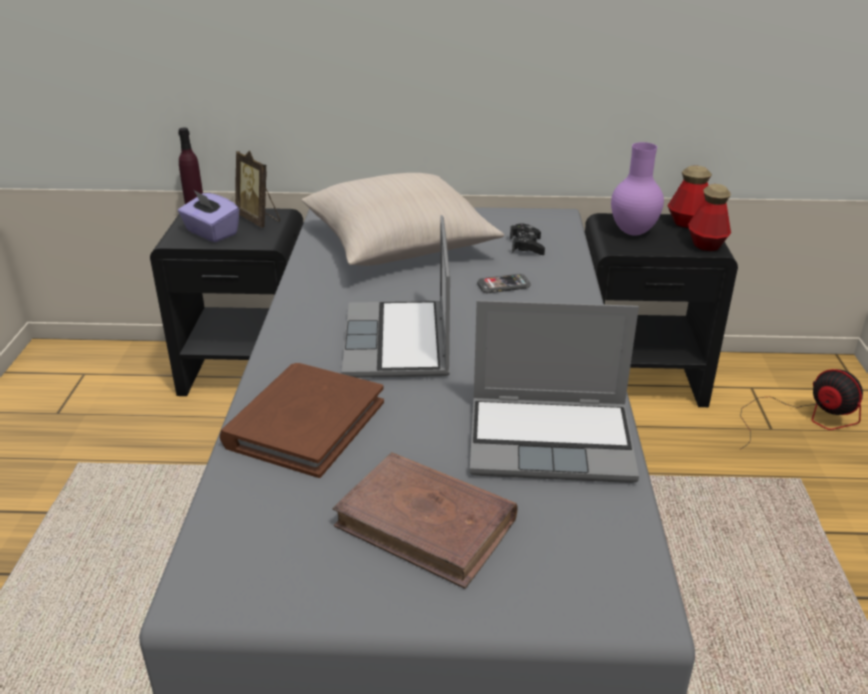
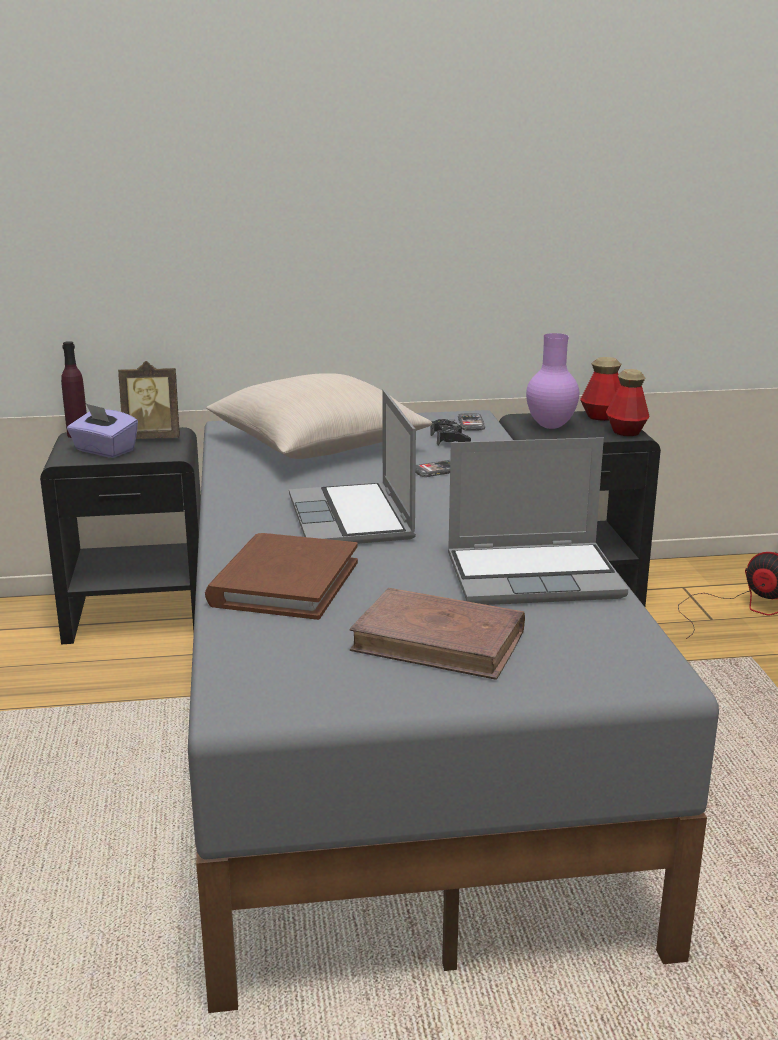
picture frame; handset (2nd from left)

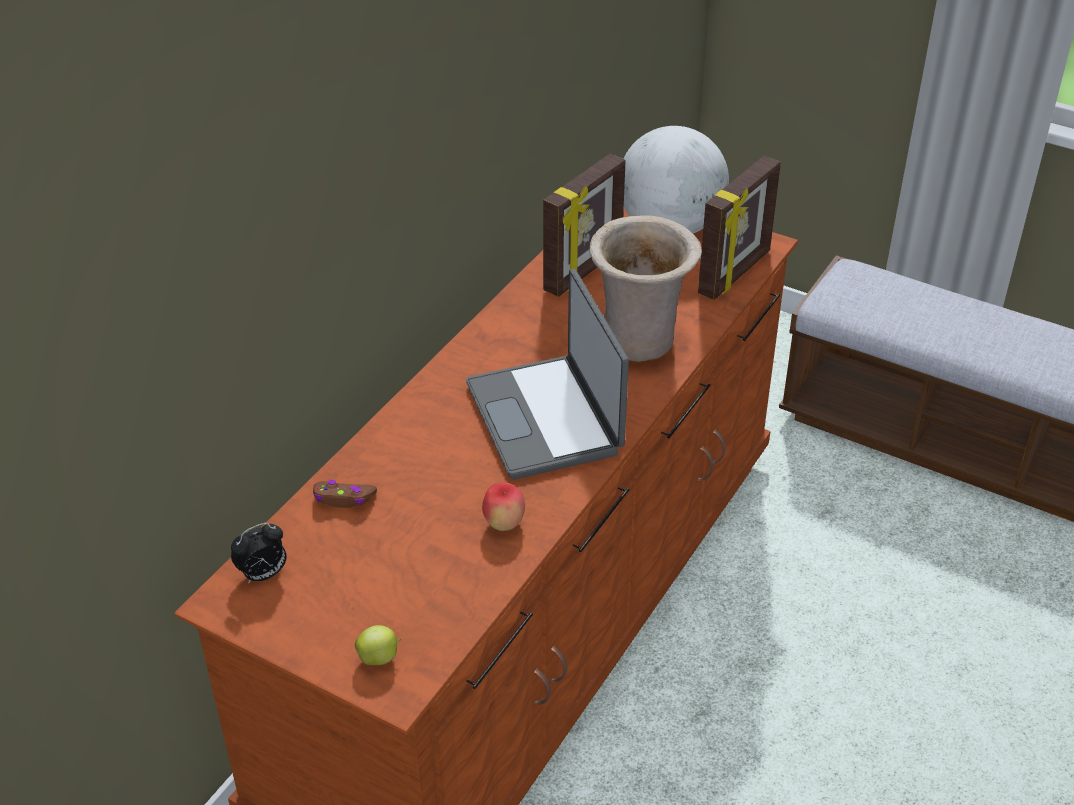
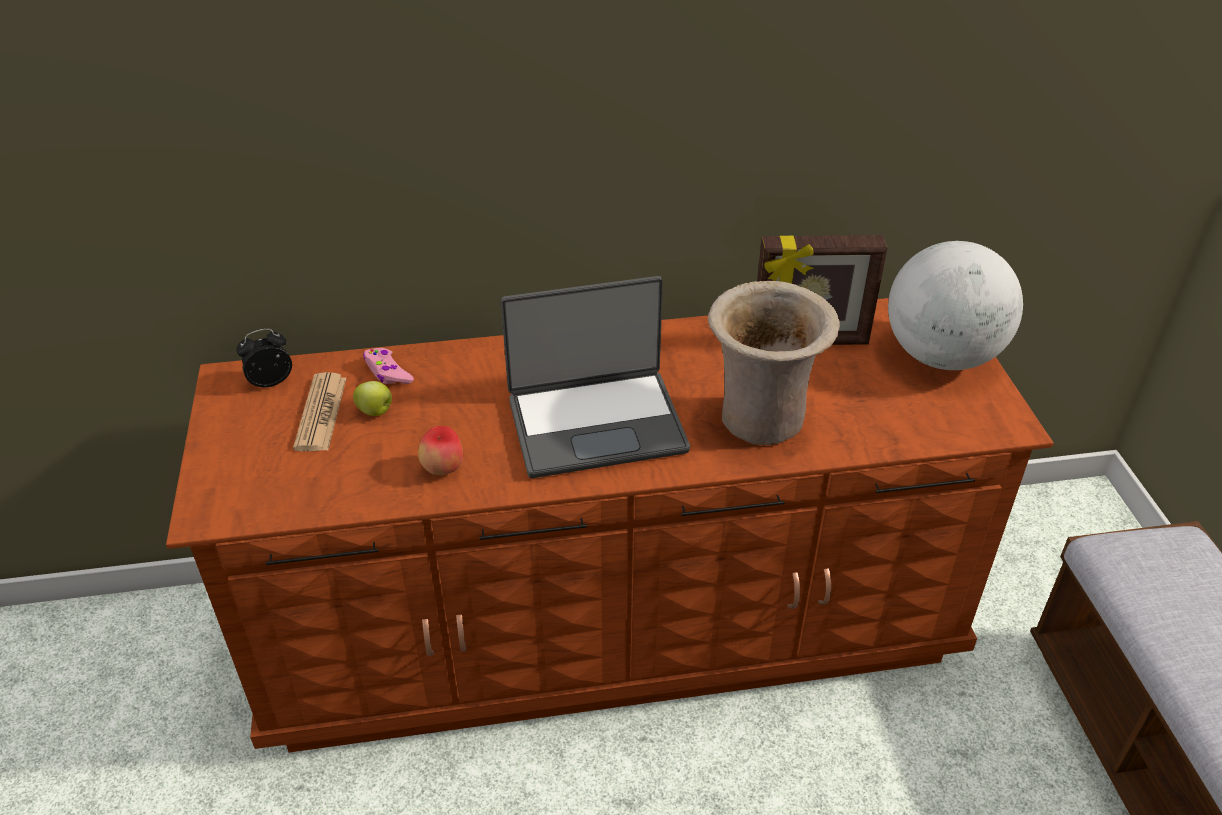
table clock; joypad (pink-coloured); apple fruit (1st from left); notebook computer; picture frame (2nd from left in the first image); daily paper

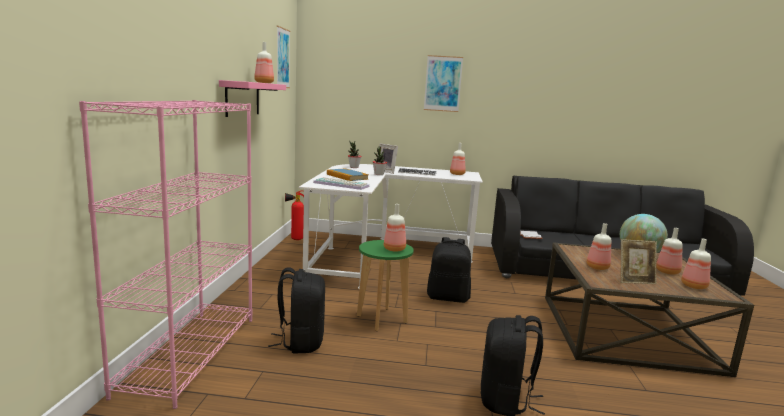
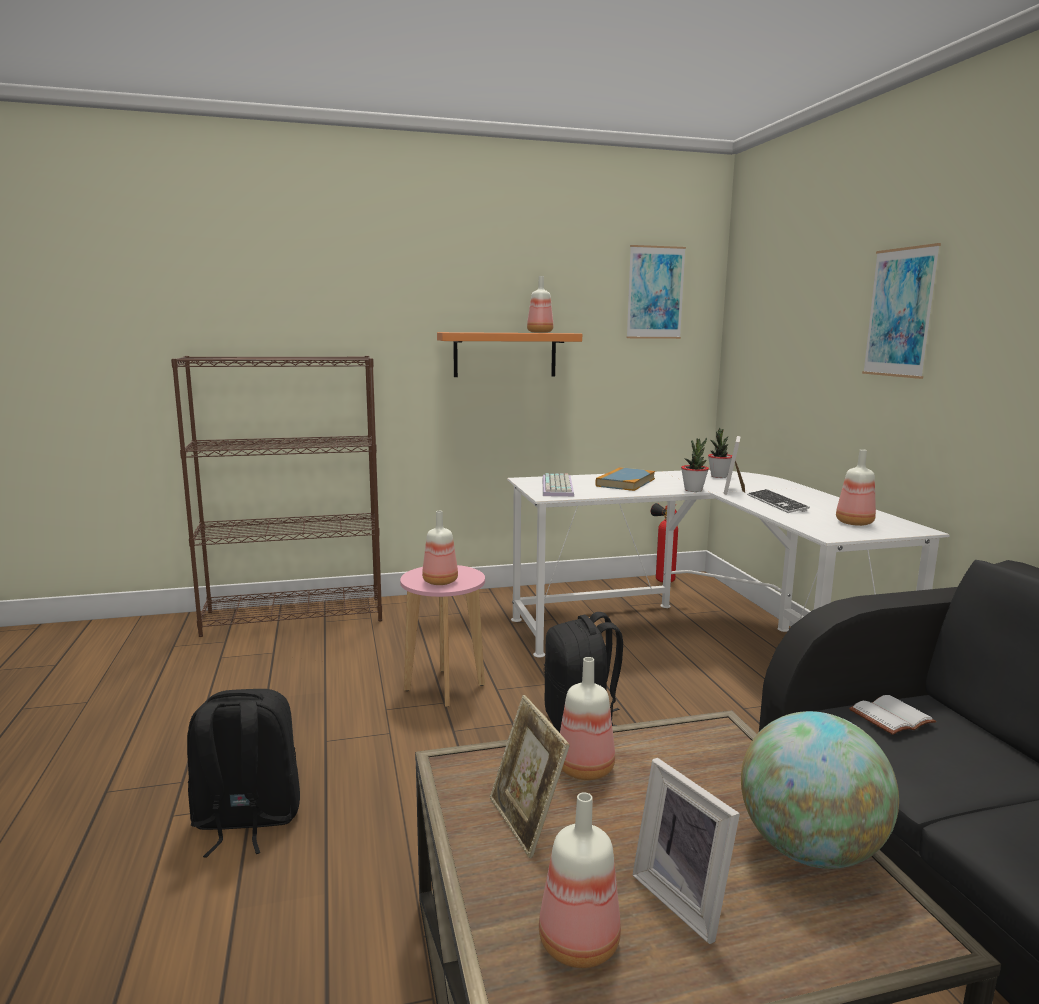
bookcase (brownish); bracket shelf (orange); backpack (black) (1st from left in the first image); stool seat (pink-coloured); picture frame (2nd from left)

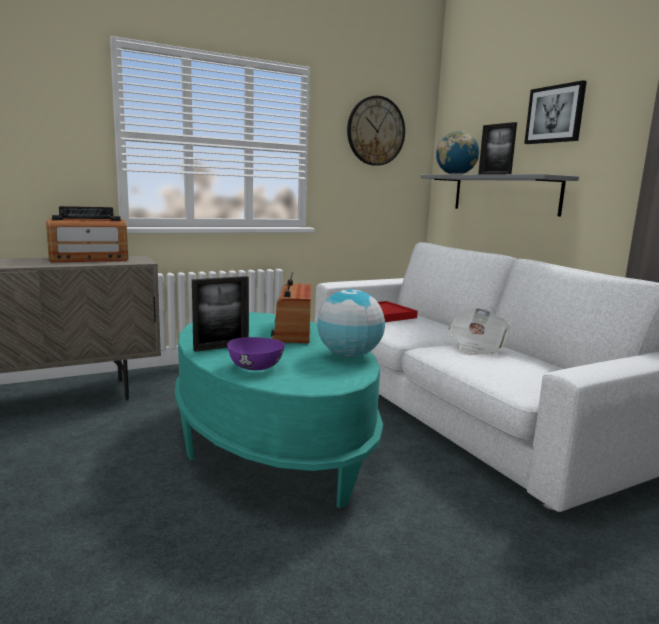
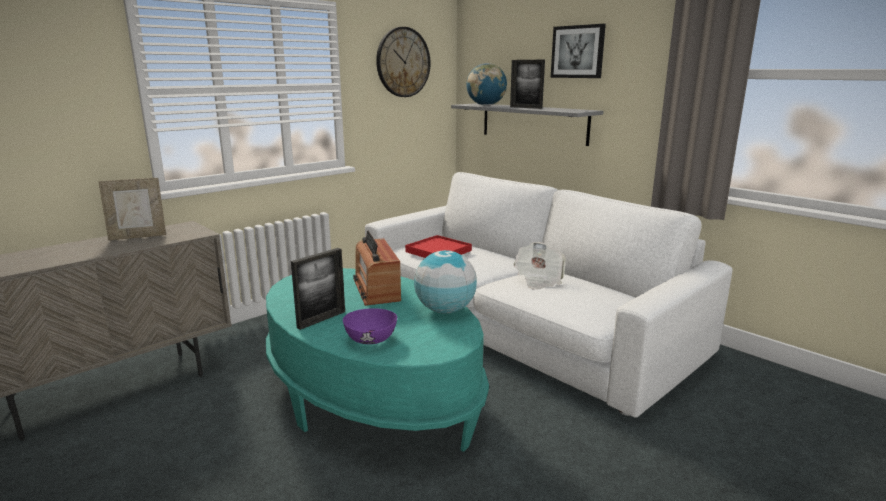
picture frame (1st from left)

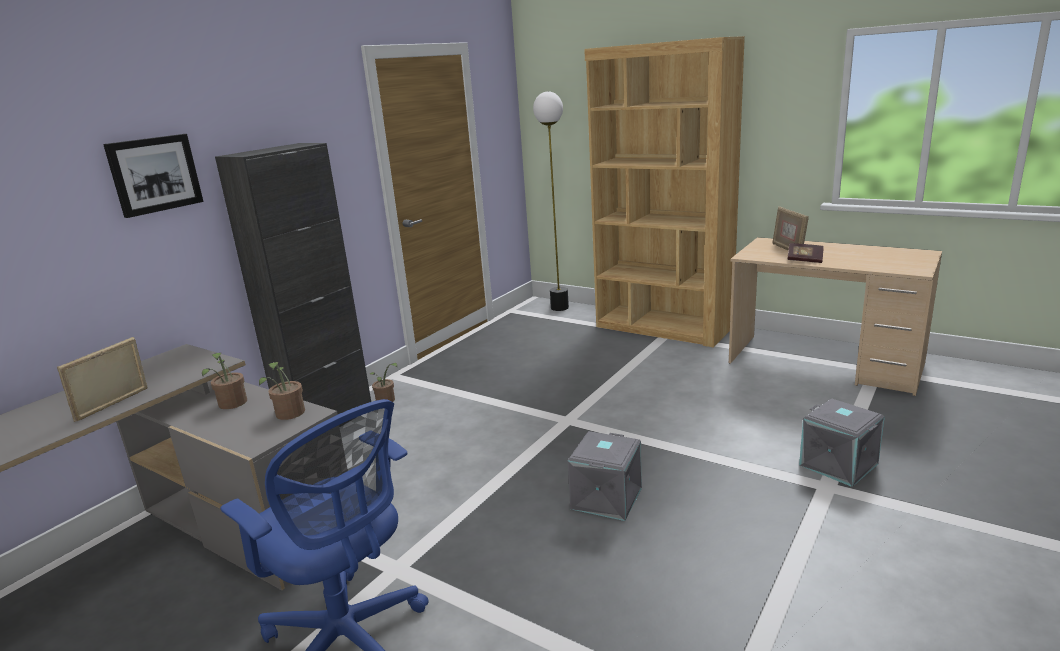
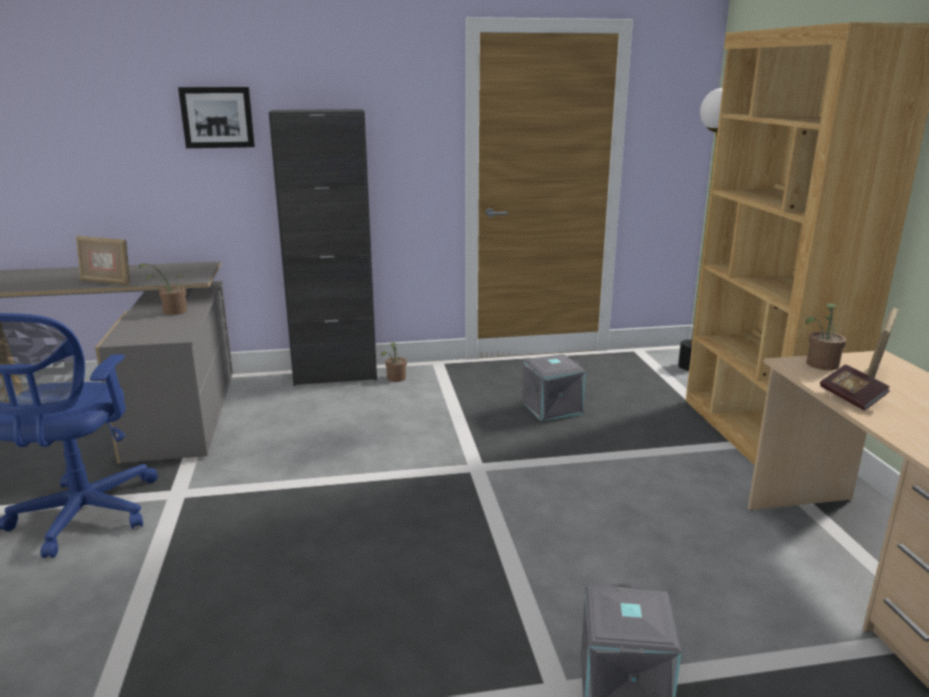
picture frame (1st from left); houseplant (3rd from left); storage container (grey) (1st from left)

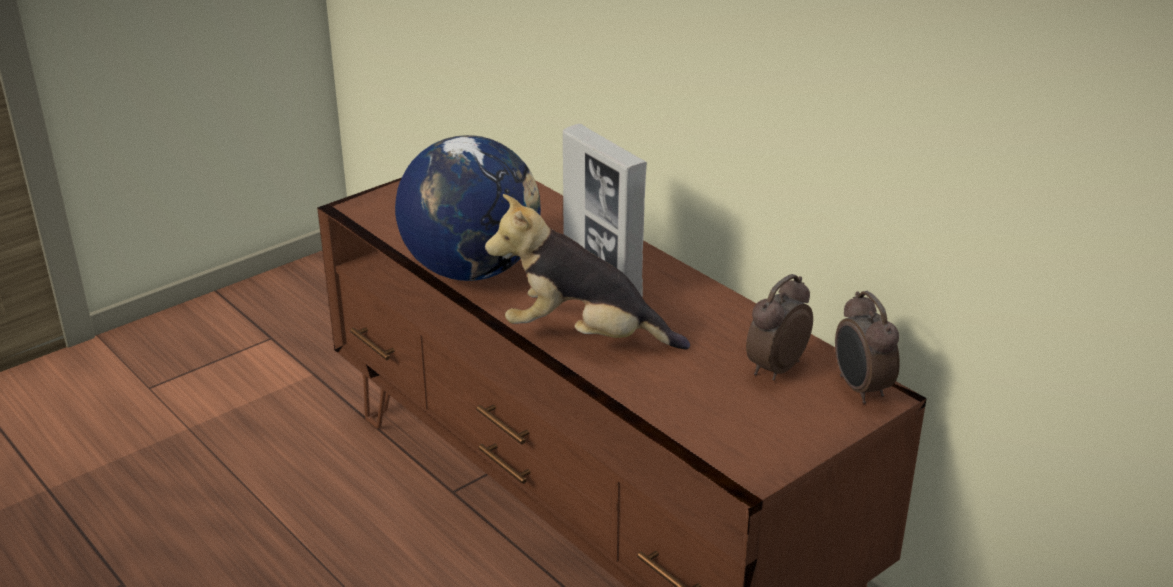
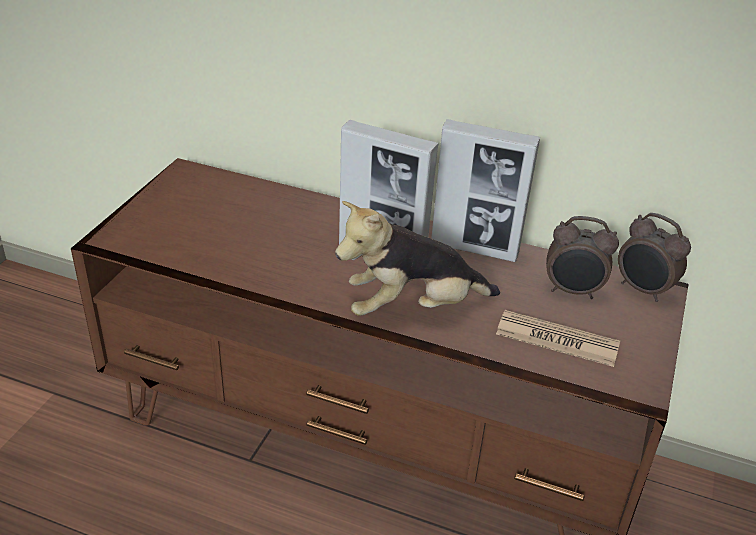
world globe; table clock (1st from left); picture frame (2nd from left); daily paper

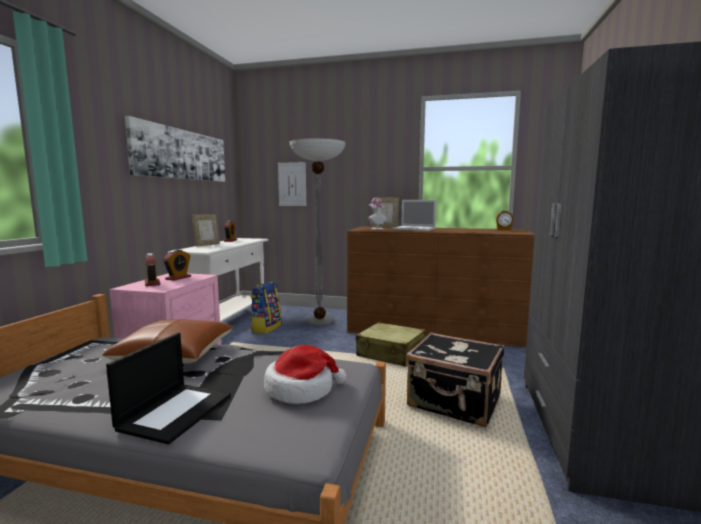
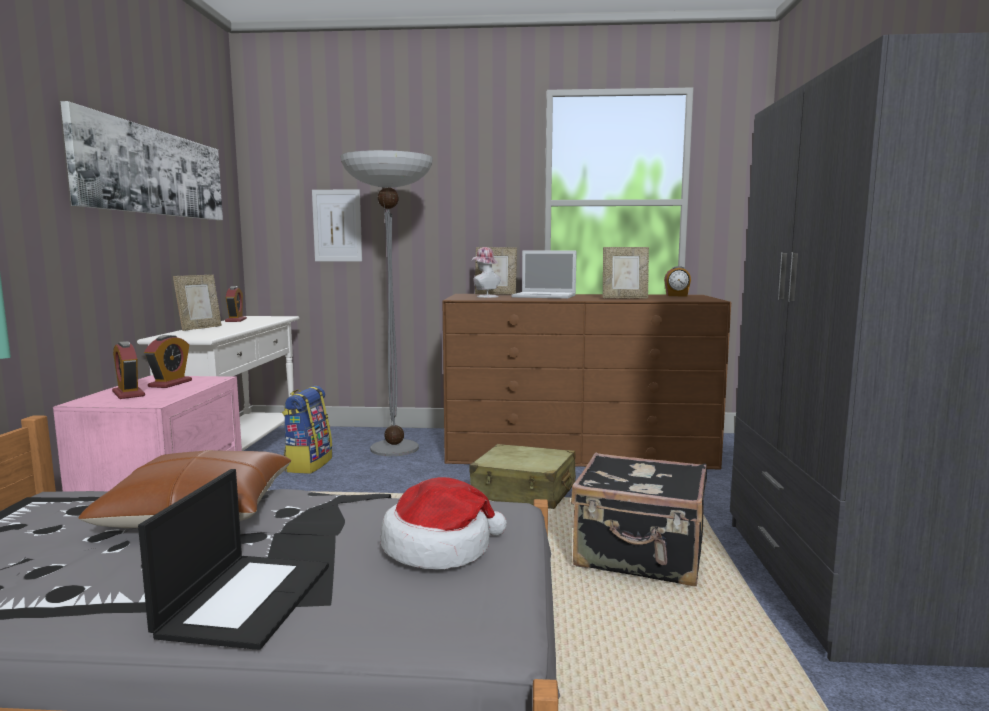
picture frame (3rd from left)

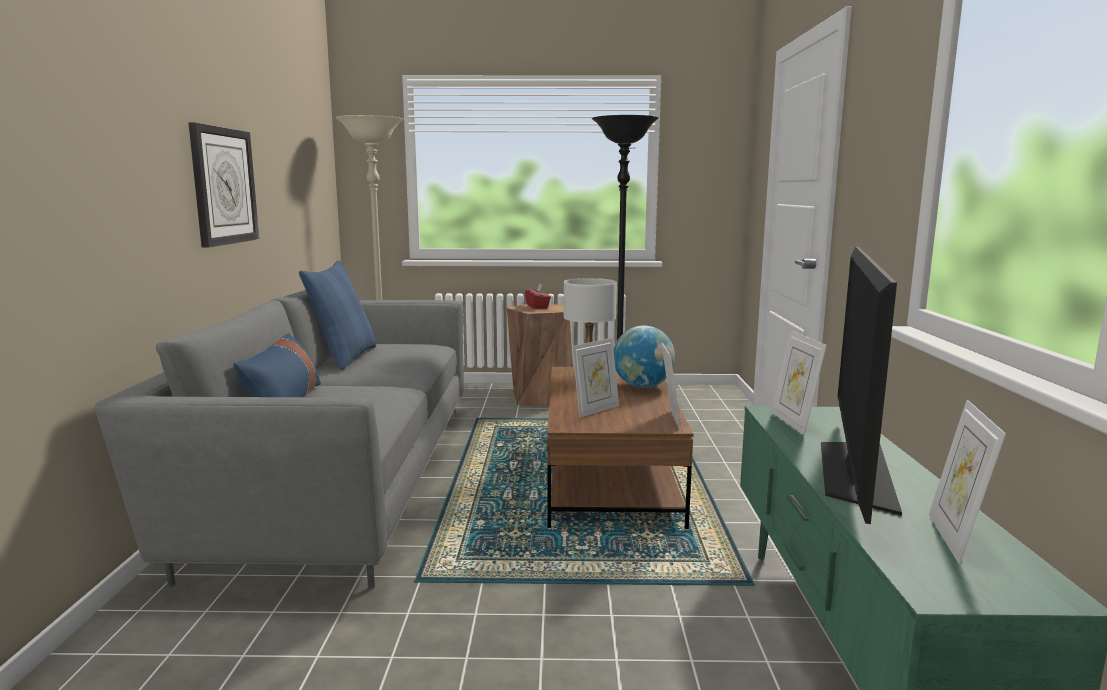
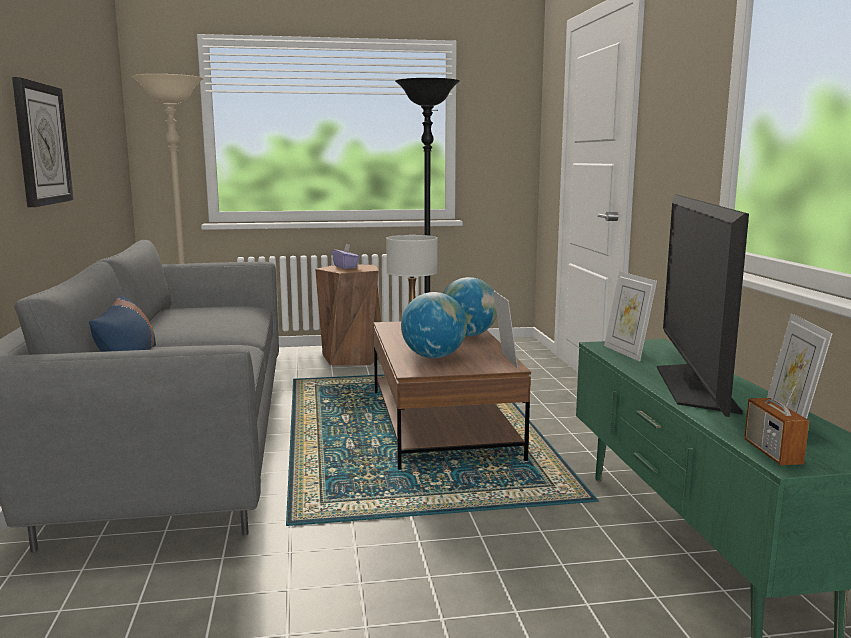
throw pillow (blue) (2nd from left in the first image); tissue box (purplish); world globe (1st from left); radio receiver

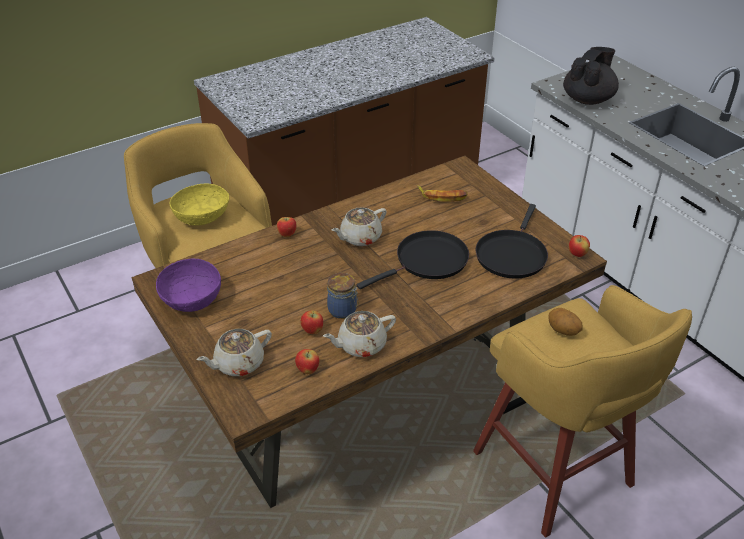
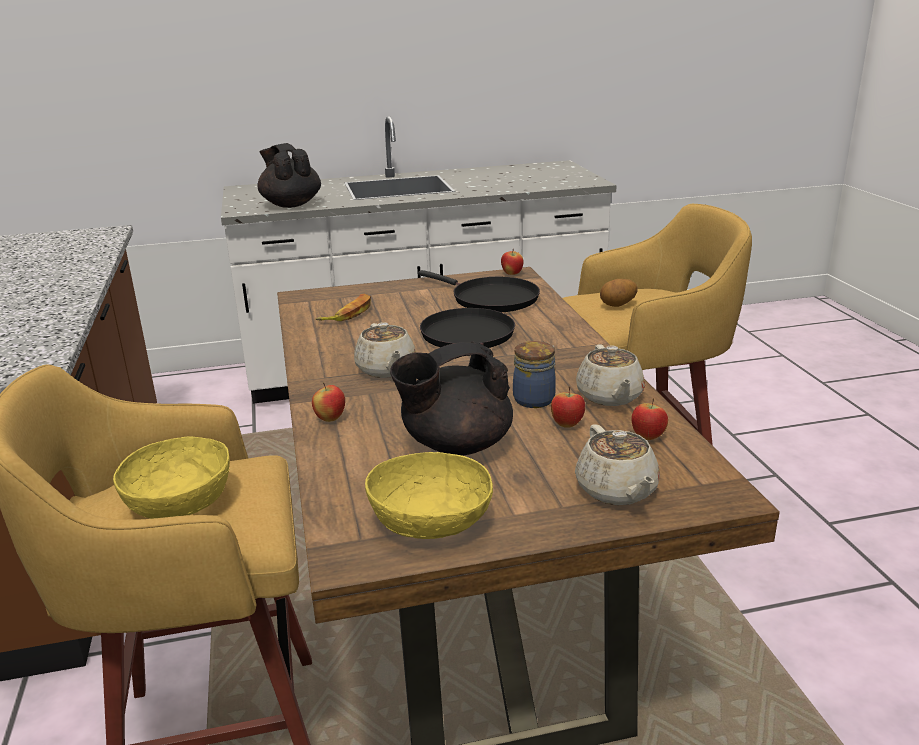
deep dish (yellow) (2nd from left); tea pot (black) (2nd from left)

